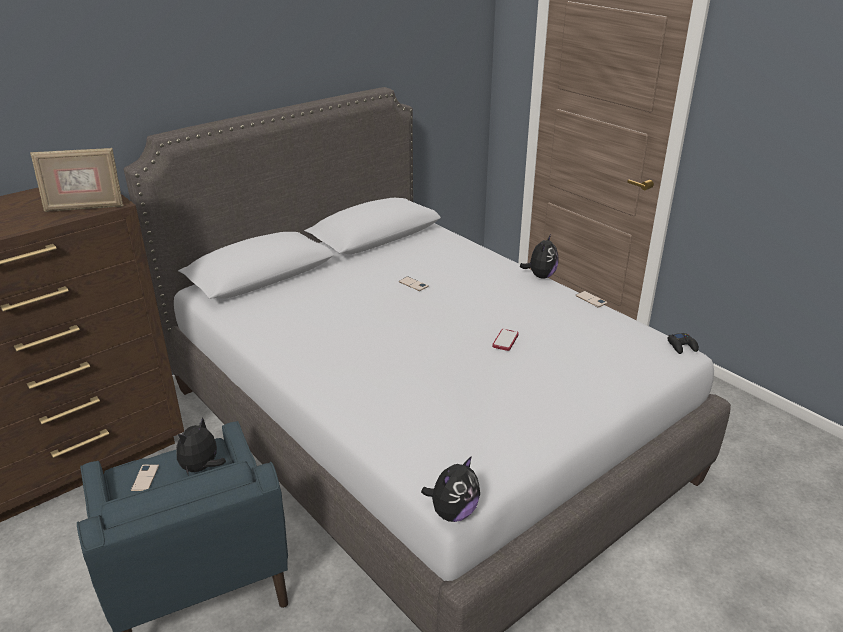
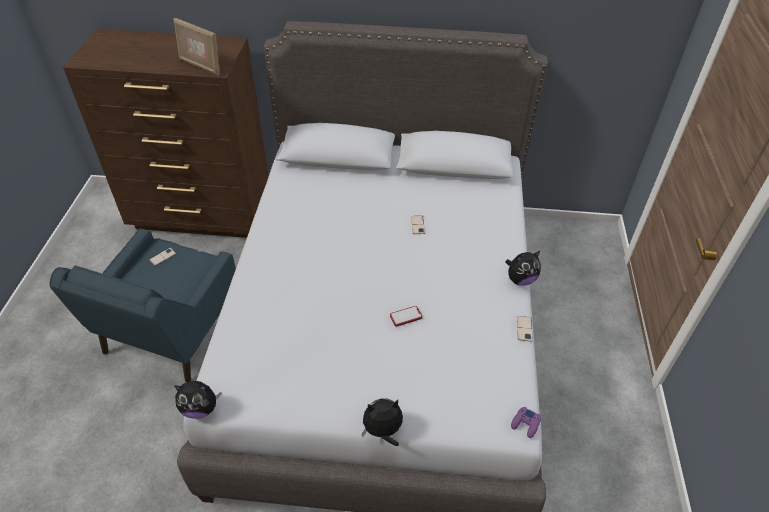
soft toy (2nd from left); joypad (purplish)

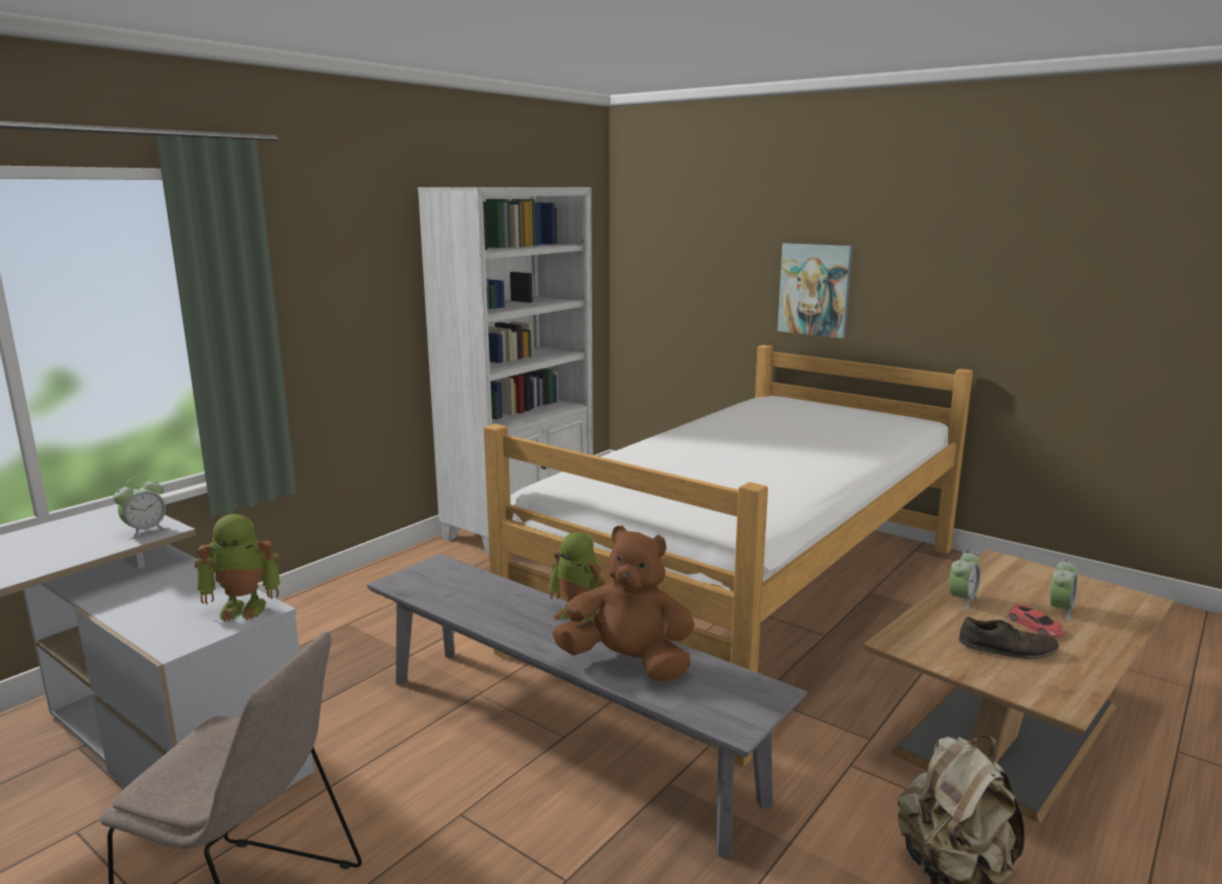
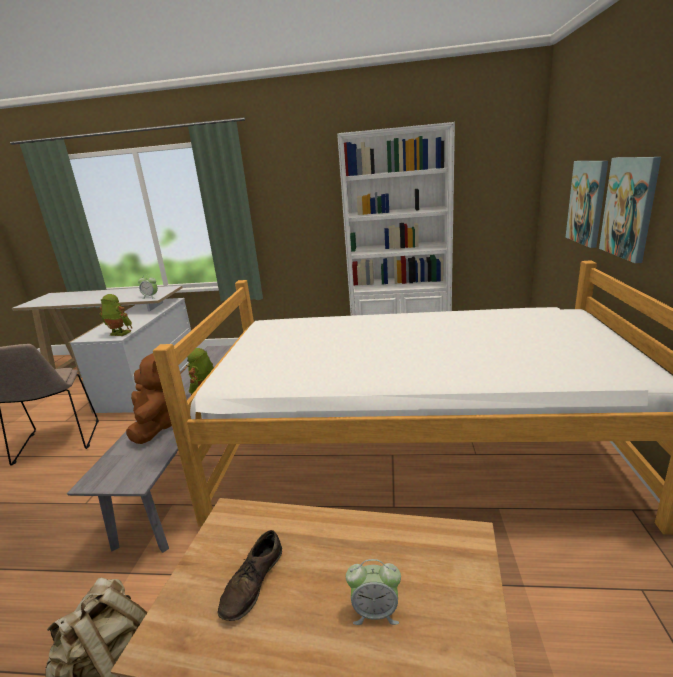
model robot (1st from left); table clock (2nd from left in the first image); low shoe (brownish); model car (red); wall picture (1st from left)

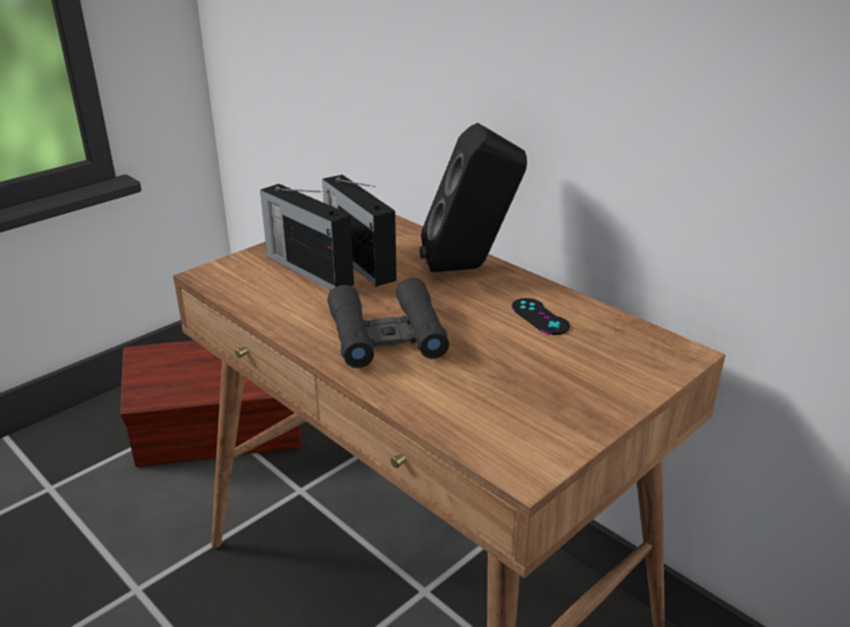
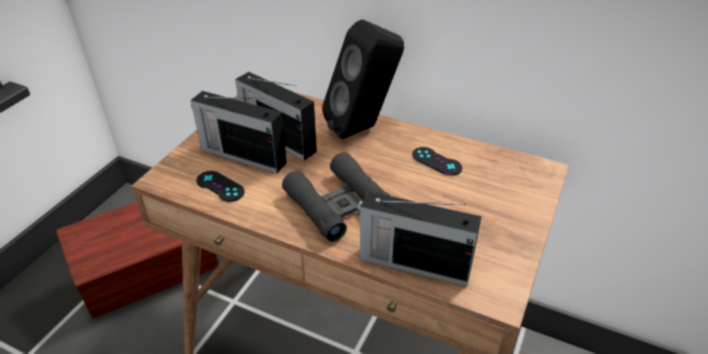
joypad (black) (1st from left); radio receiver (3rd from left)

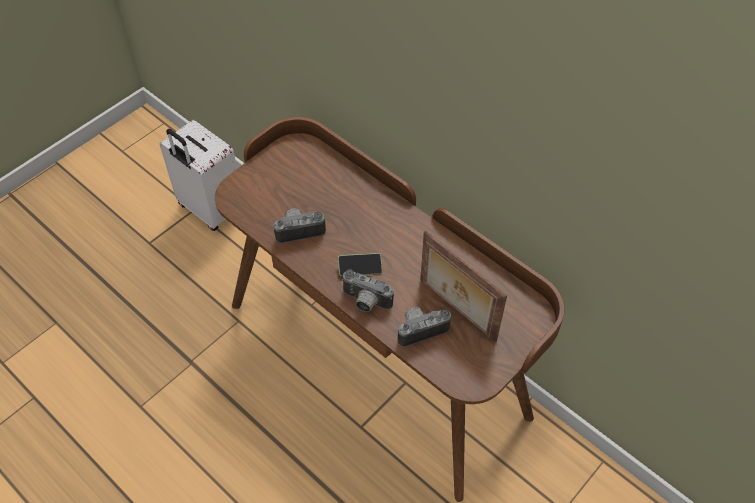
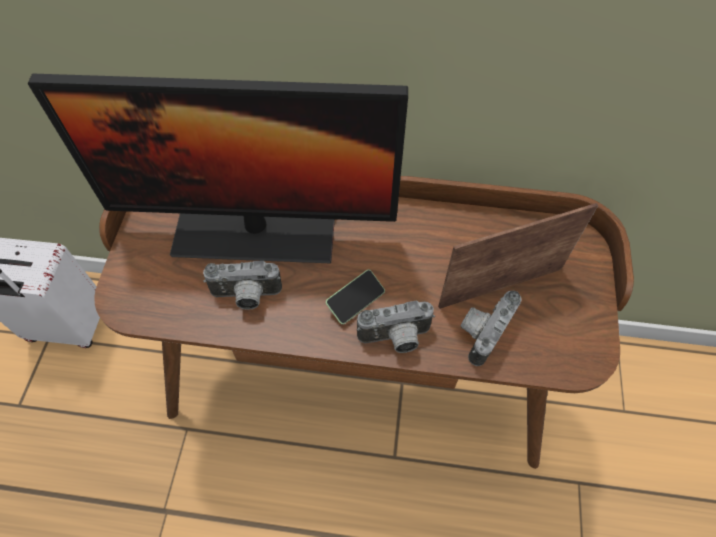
still camera (1st from left); picture frame; computer display

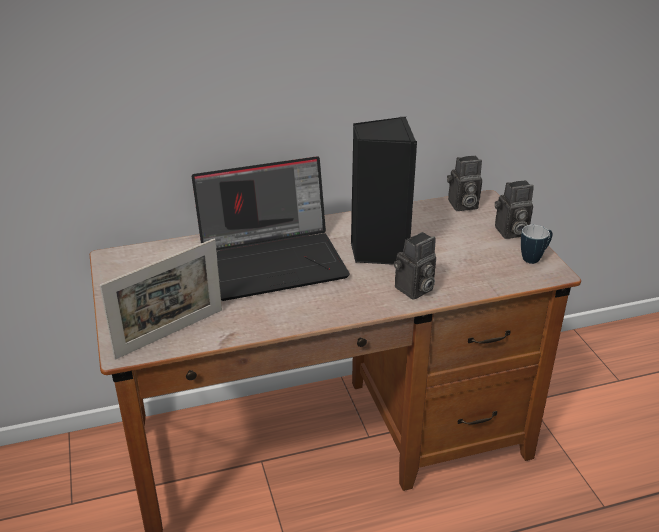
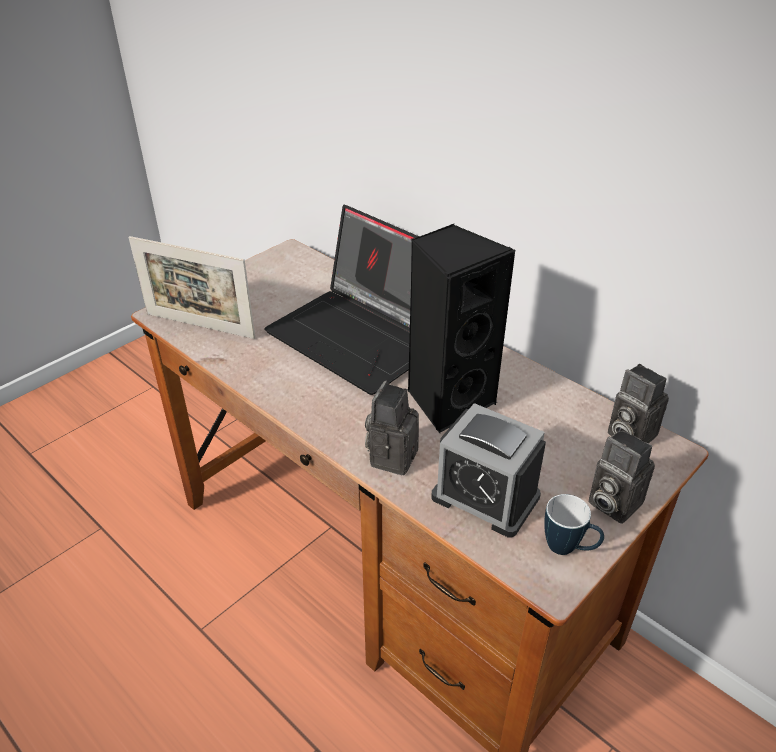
still camera (1st from left); table clock

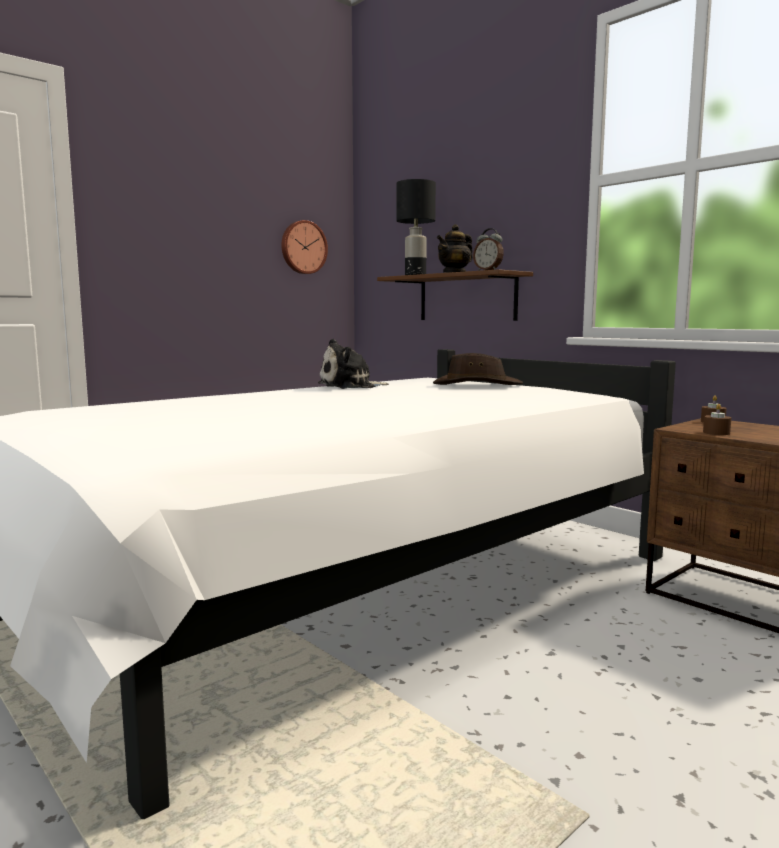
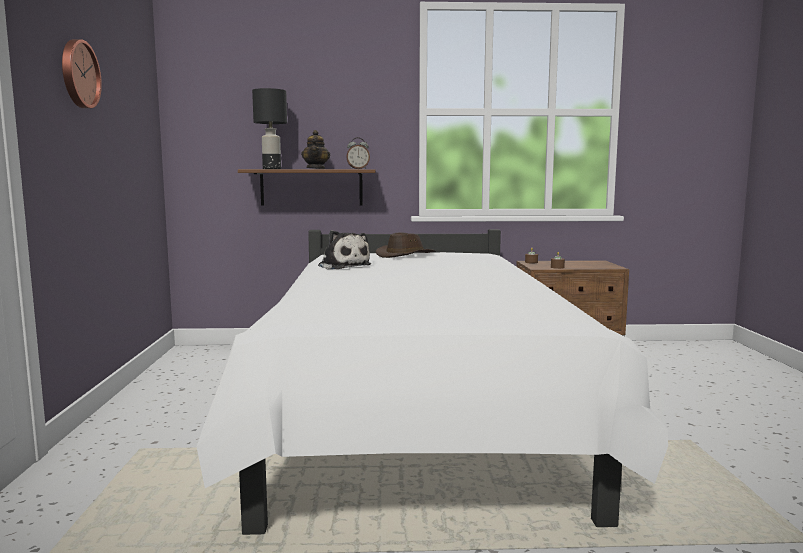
wall clock; soft toy

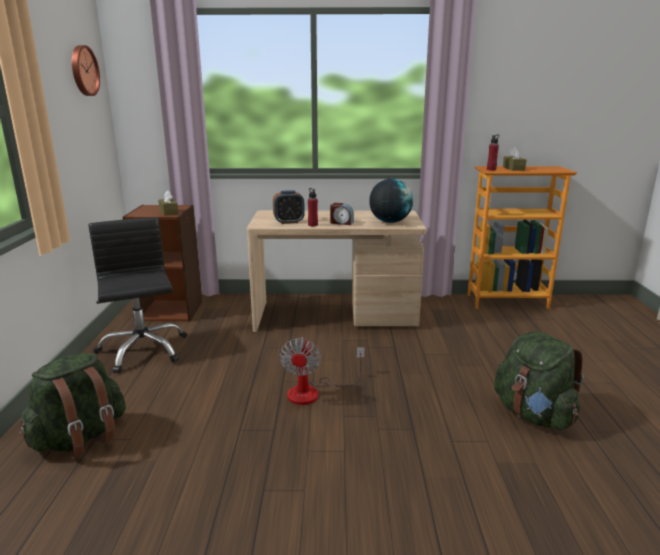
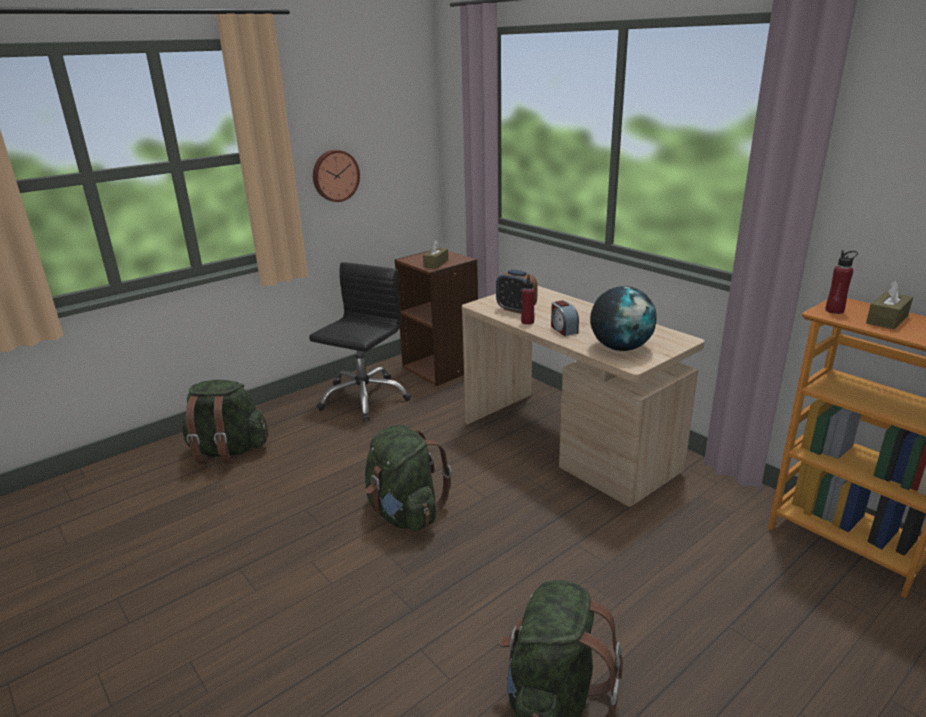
wall clock; backpack (greenish) (2nd from left)

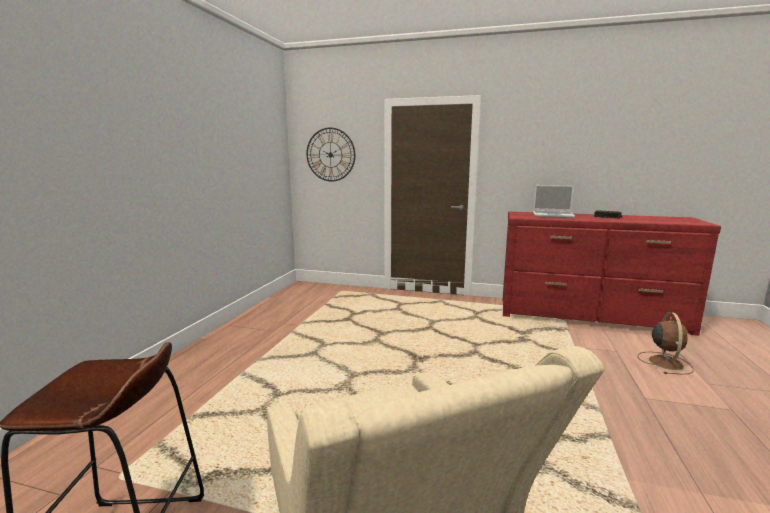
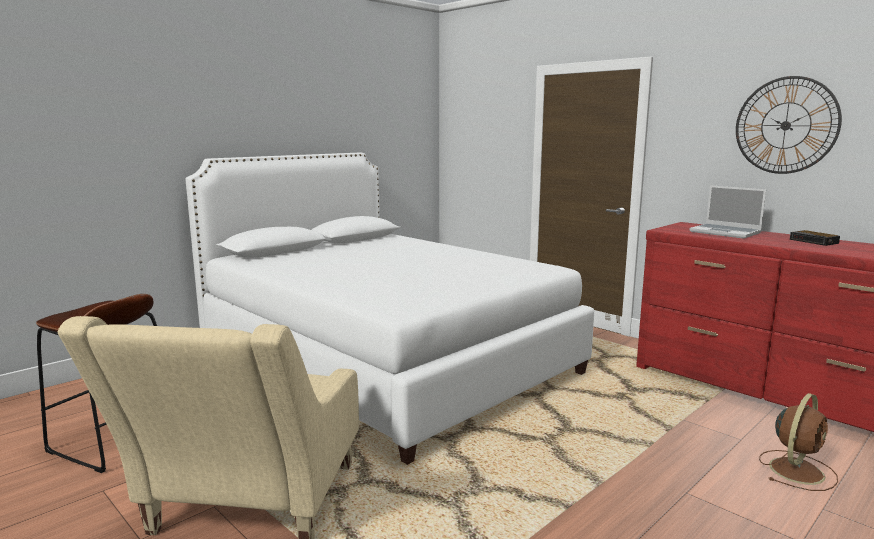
wall clock; bedroom bed (white-coloured)

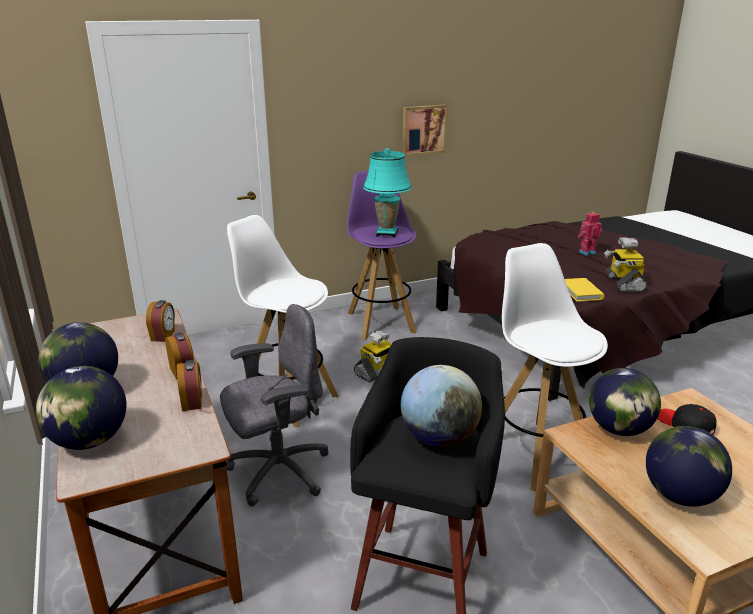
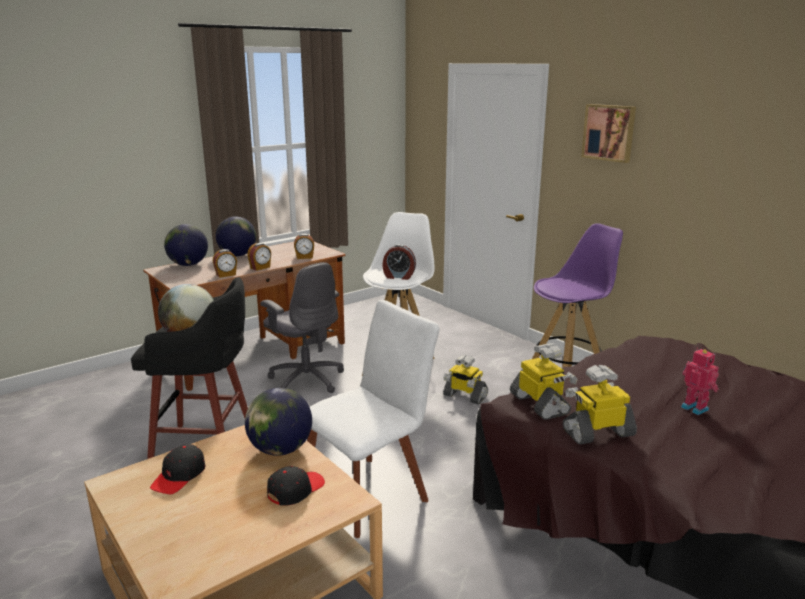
table lamp (turquoise); wall picture; upright chair (white-coloured); model robot (2nd from left); peaked cap (black) (1st from left); table clock (4th from left)

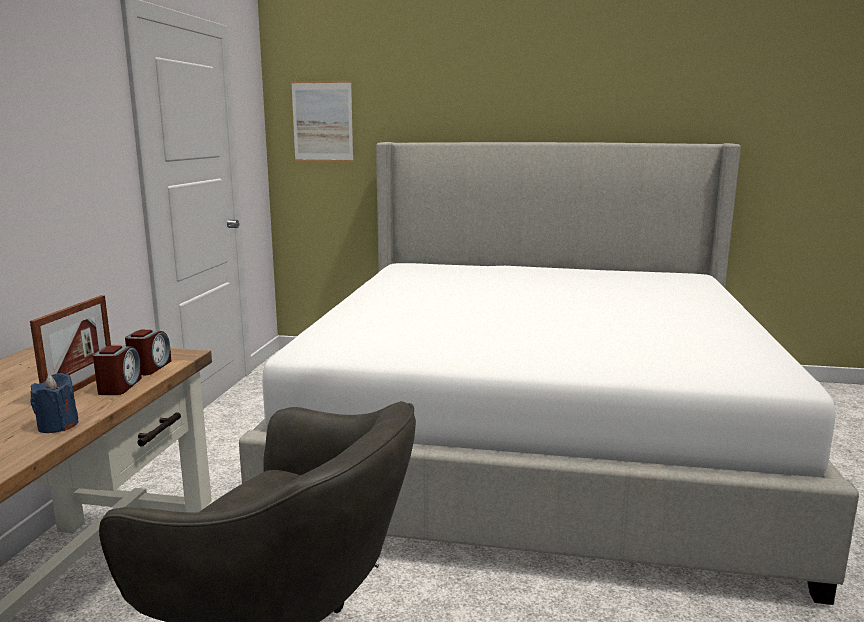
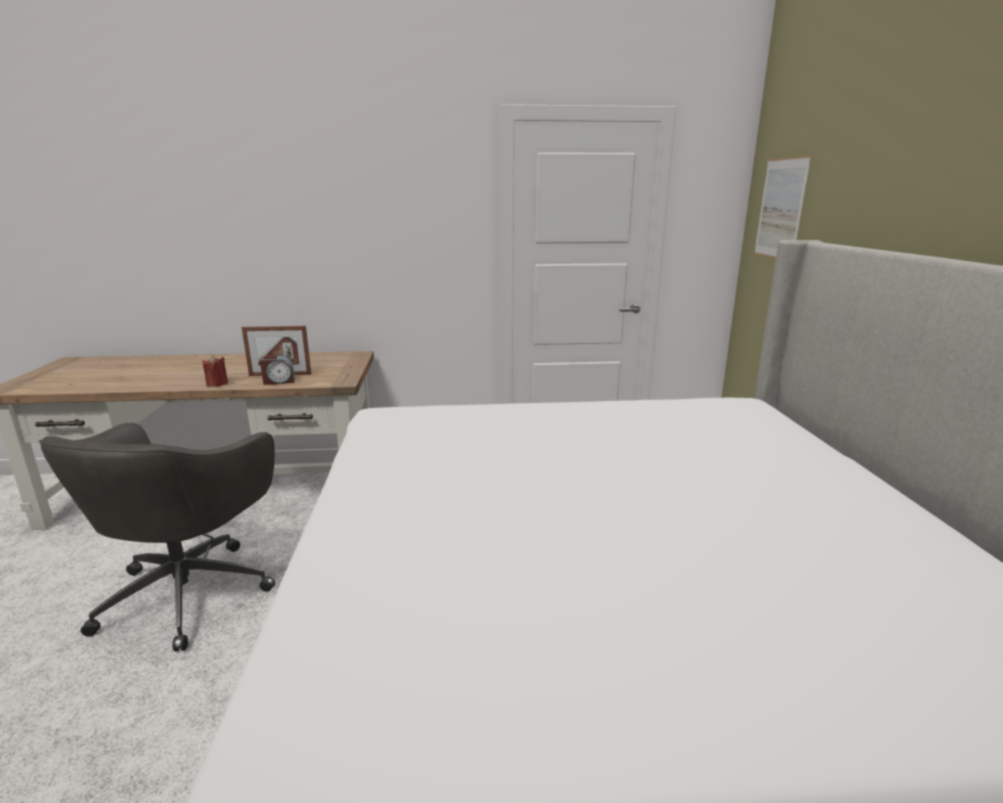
wax light (red); table clock (2nd from left in the first image)

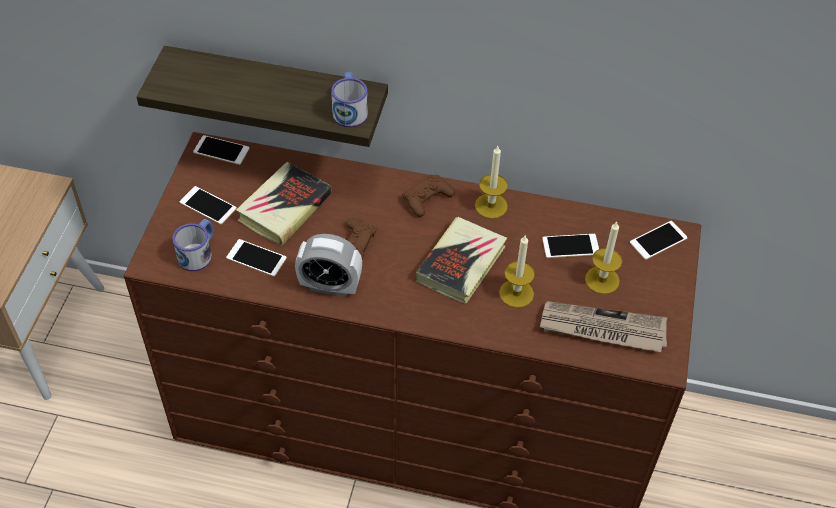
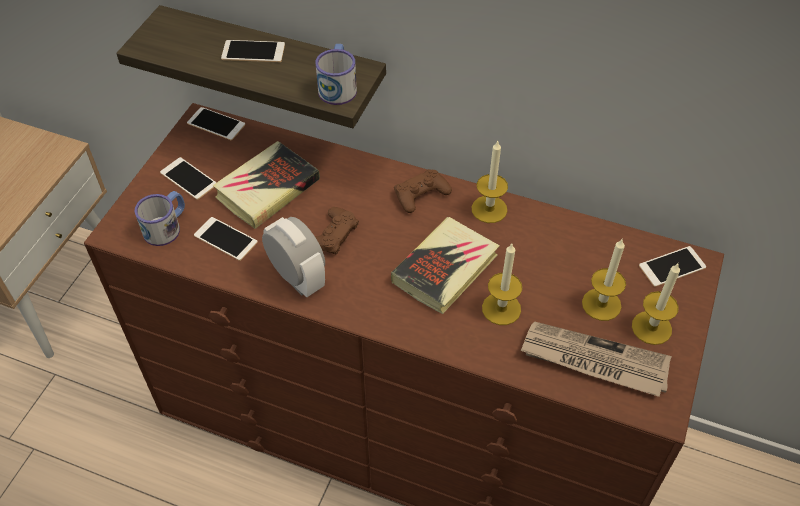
table clock; handset (4th from left); wax light (4th from left)

